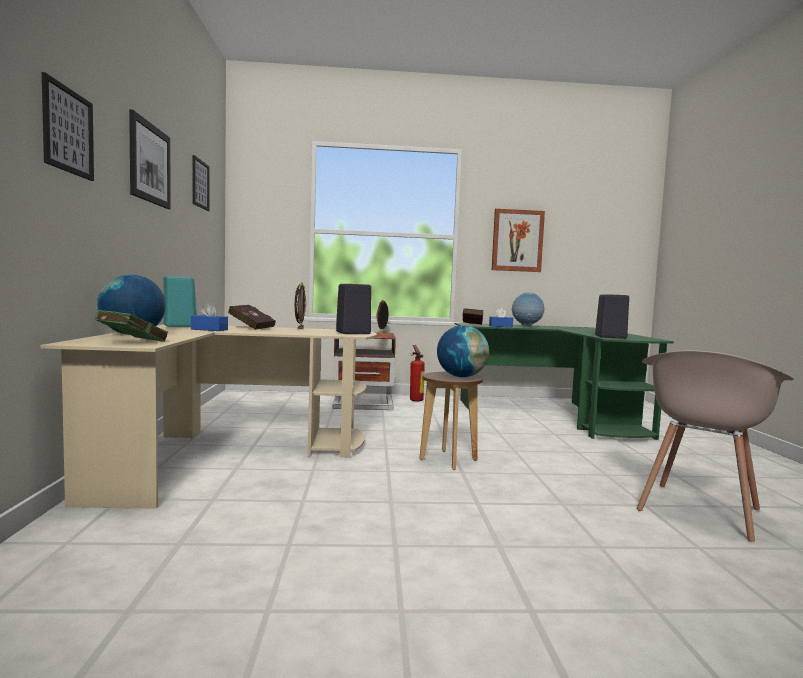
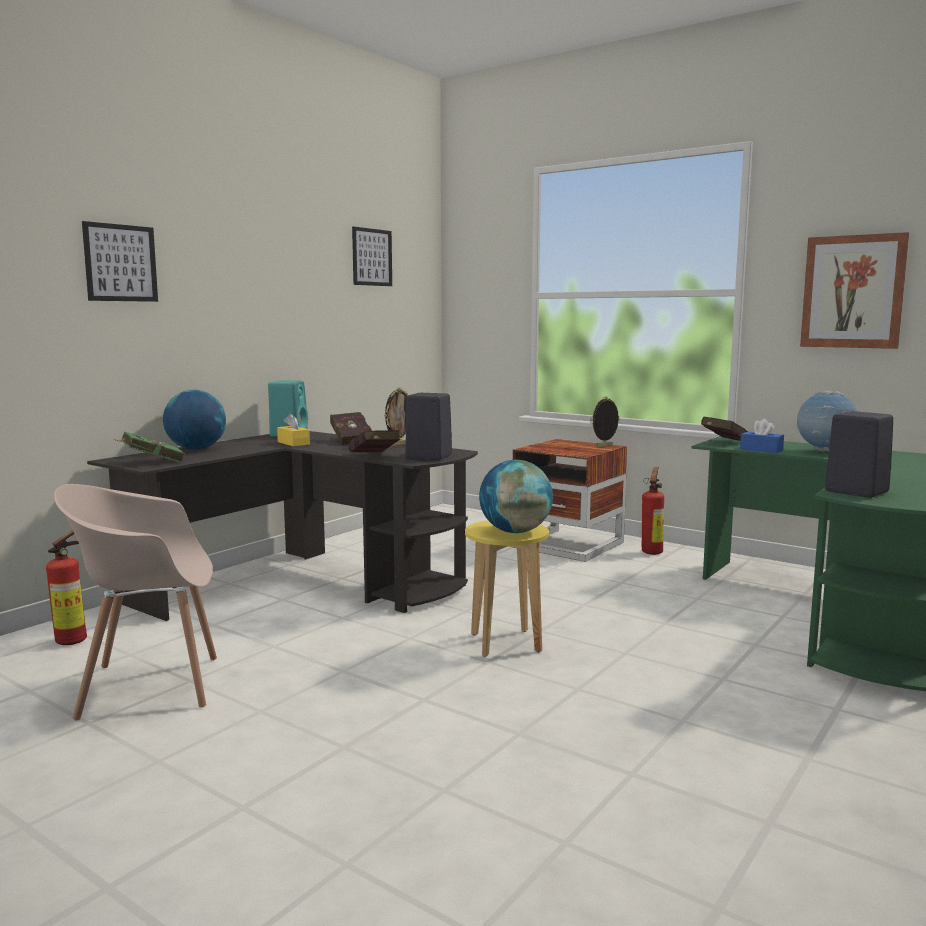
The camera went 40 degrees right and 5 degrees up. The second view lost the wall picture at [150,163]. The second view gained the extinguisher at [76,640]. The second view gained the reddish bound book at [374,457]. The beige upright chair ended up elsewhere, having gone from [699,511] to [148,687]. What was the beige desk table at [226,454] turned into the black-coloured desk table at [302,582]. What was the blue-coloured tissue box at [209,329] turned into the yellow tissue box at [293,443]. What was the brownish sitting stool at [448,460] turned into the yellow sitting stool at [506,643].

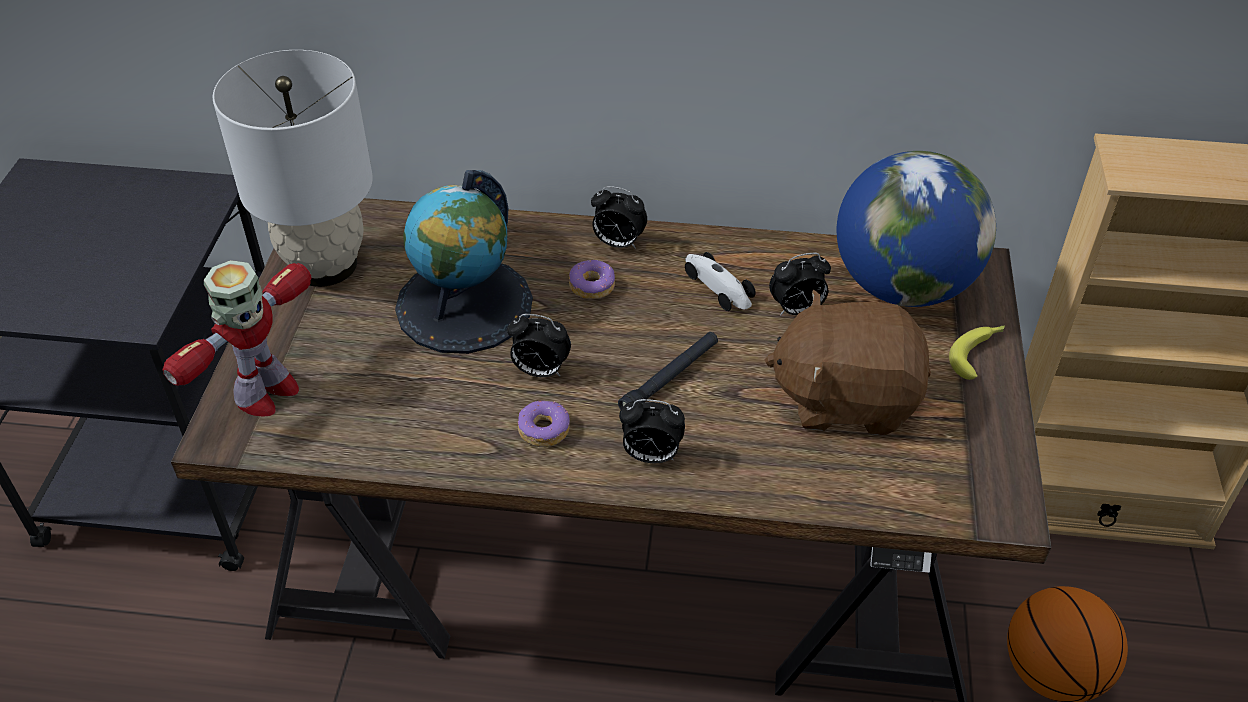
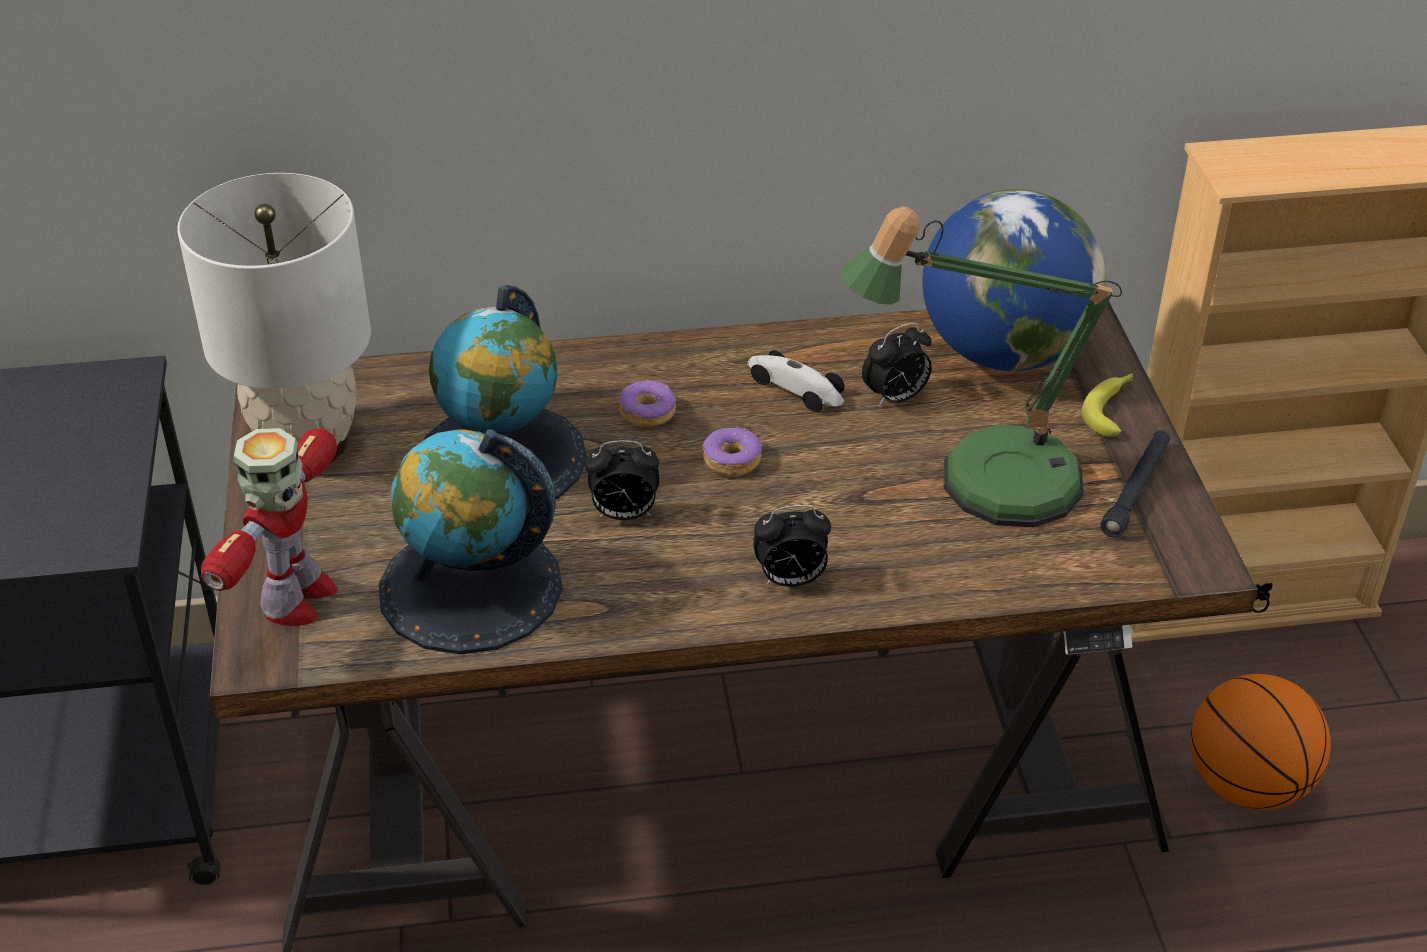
The camera went 15 degrees left and 5 degrees down. The second view lost the bedside clock at [617,243]. The second view gained the globe at [470,588]. The ring doughnut ended up elsewhere, having gone from [543,430] to [731,460]. The black-coloured torch ended up elsewhere, having gone from [670,378] to [1136,489]. Where the brownish plush toy stood at [845,397], the lamp for a table came to stand at [985,480].

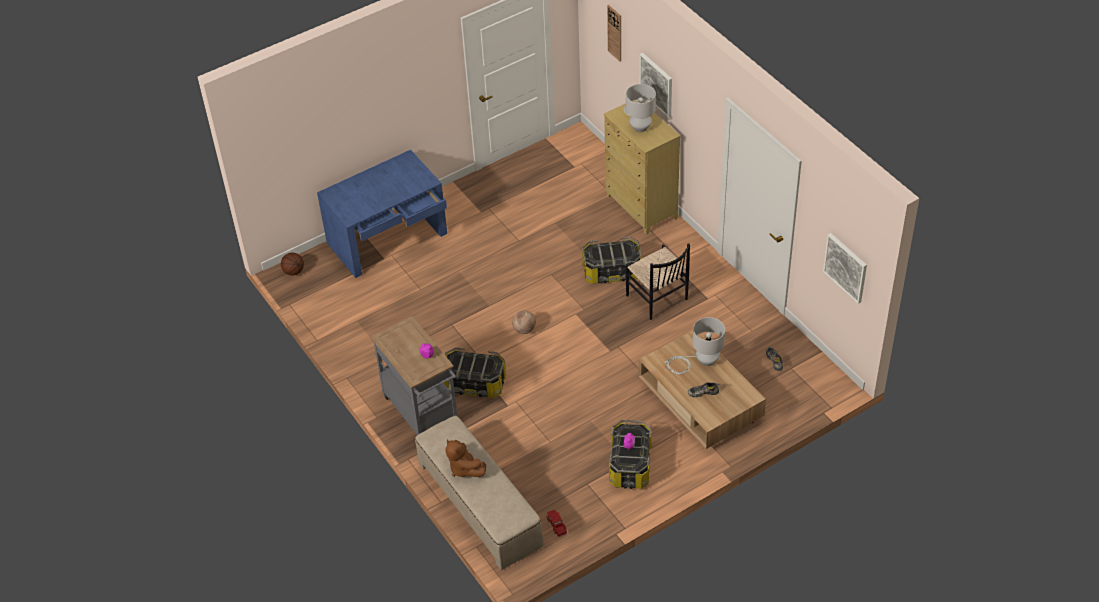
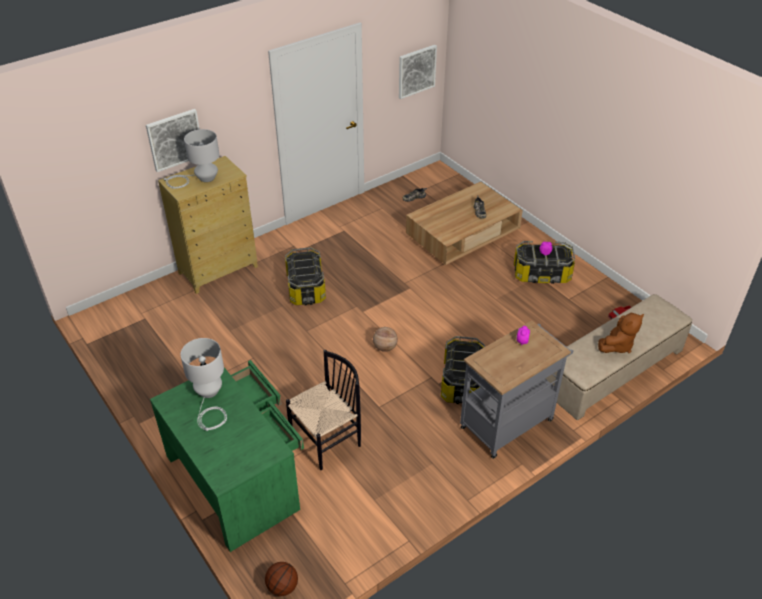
The camera went 95 degrees left and 5 degrees down. The second view lost the wall clock at [615,33]. The black-coloured upright chair ended up elsewhere, having gone from [658,299] to [328,439]. The gray lamp for a table ended up elsewhere, having gone from [696,362] to [210,401]. What was the blue-coloured desk table at [391,241] turned into the green desk table at [238,477].

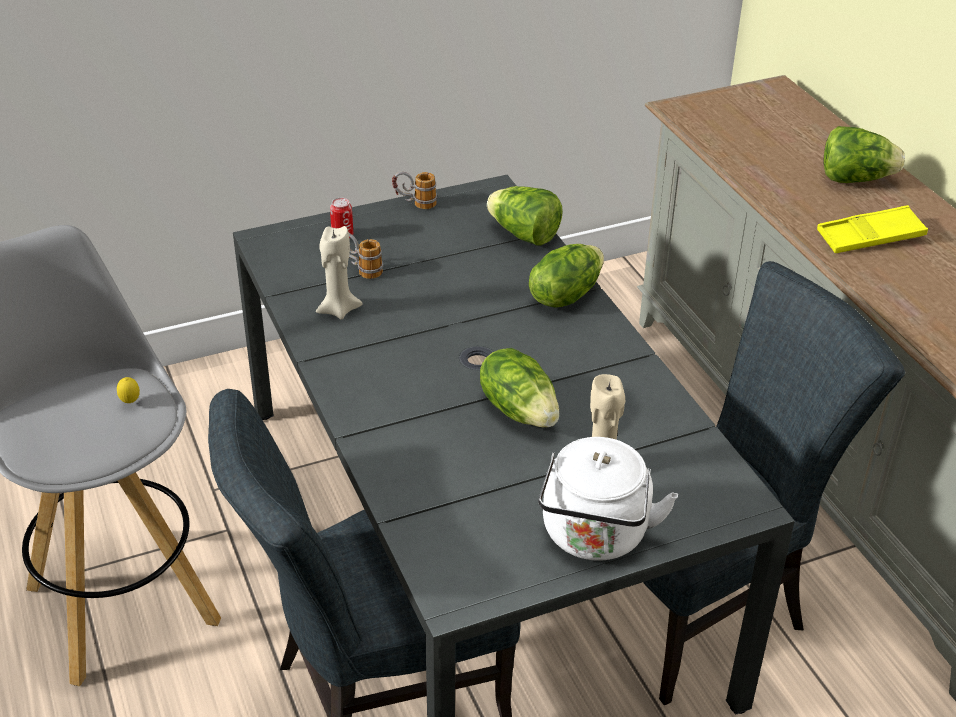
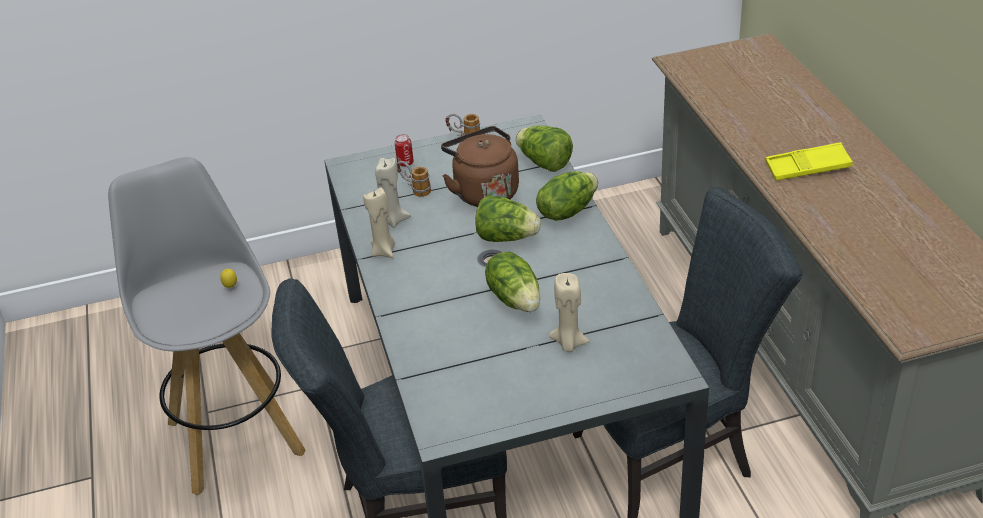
The camera went 10 degrees right and 0 degrees up. The second view lost the whitish kettle at [595,537]. The second view gained the beige wax candle at [384,251]. The second view gained the brownish kettle at [483,191]. The lettuce ended up elsewhere, having gone from [855,179] to [506,237].

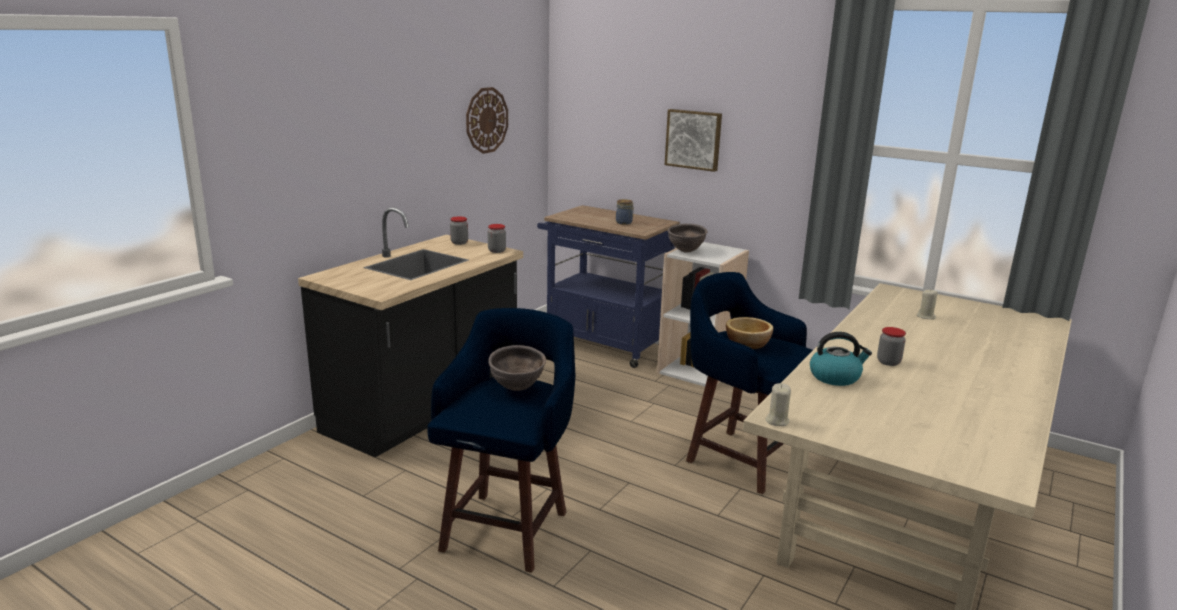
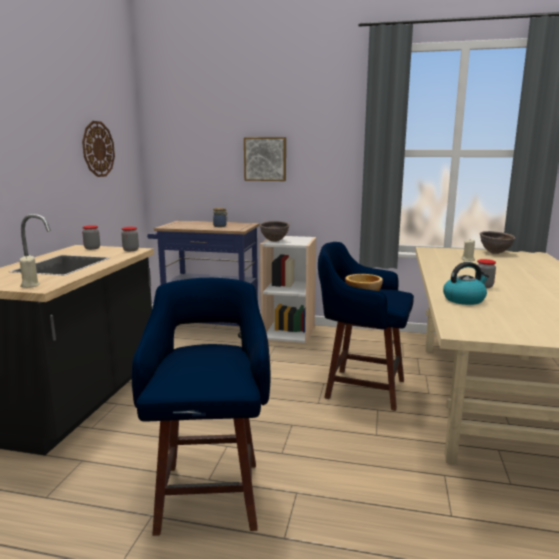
The camera went 20 degrees left and 5 degrees down. The brownish deep dish ended up elsewhere, having gone from [517,388] to [495,253]. The beige wax candle ended up elsewhere, having gone from [777,421] to [30,285].

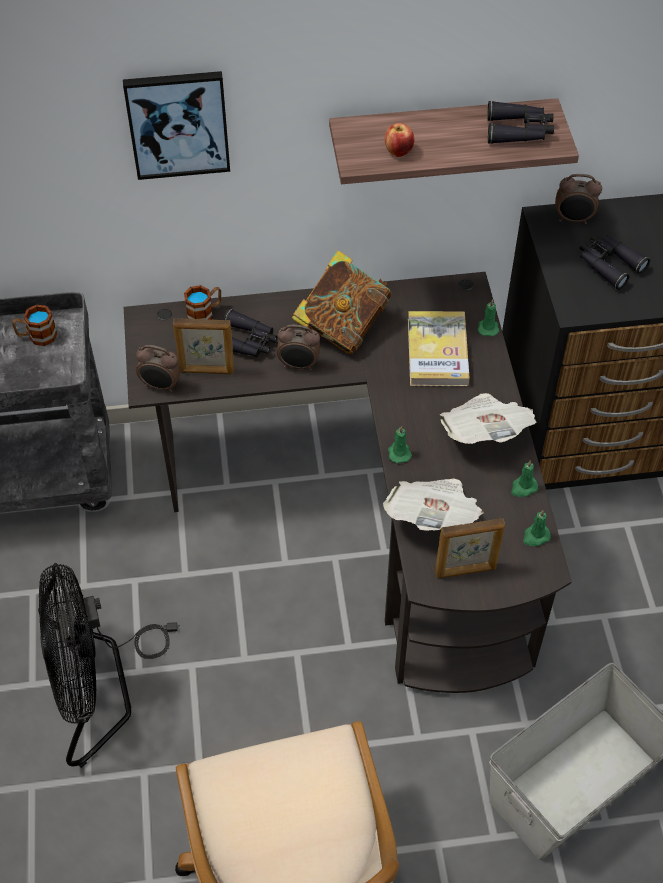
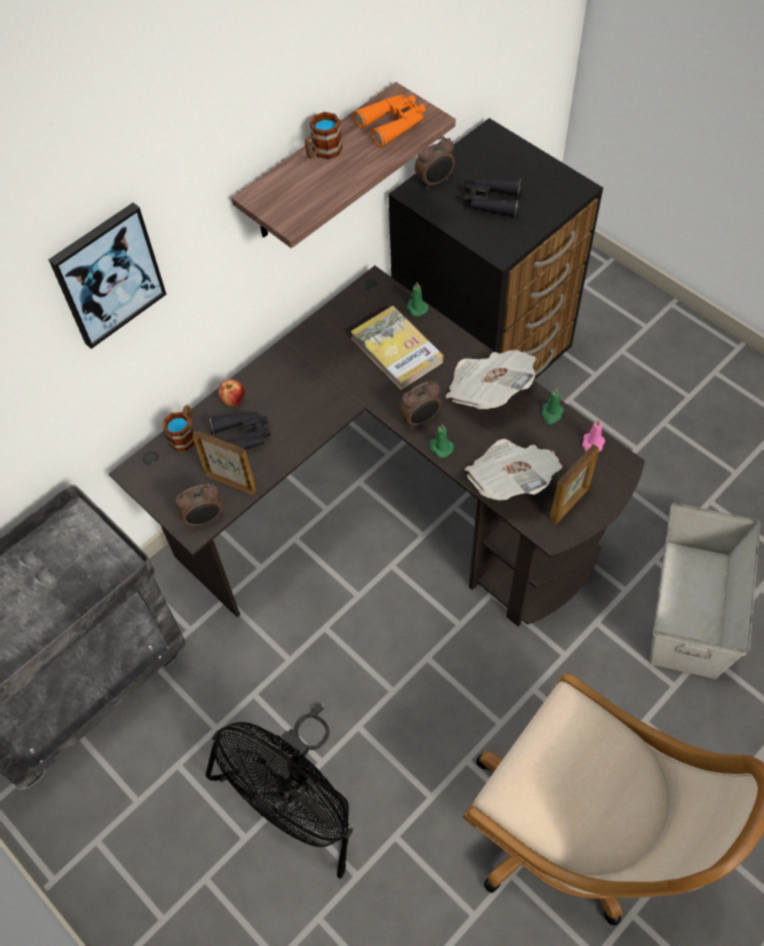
The camera went 35 degrees left and 5 degrees up. The second view lost the bound book at [342,325]. The tea mug ended up elsewhere, having gone from [37,336] to [322,152]. The bedside clock ended up elsewhere, having gone from [299,365] to [420,419]. The apple ended up elsewhere, having gone from [398,151] to [233,400]. What was the black-coloured field glasses at [519,131] turned into the orange field glasses at [393,124]. What was the green wax candle at [535,536] turned into the pink wax candle at [592,444]. The picture frame at [207,371] ended up facing another way, 120 degrees counterclockwise from before.

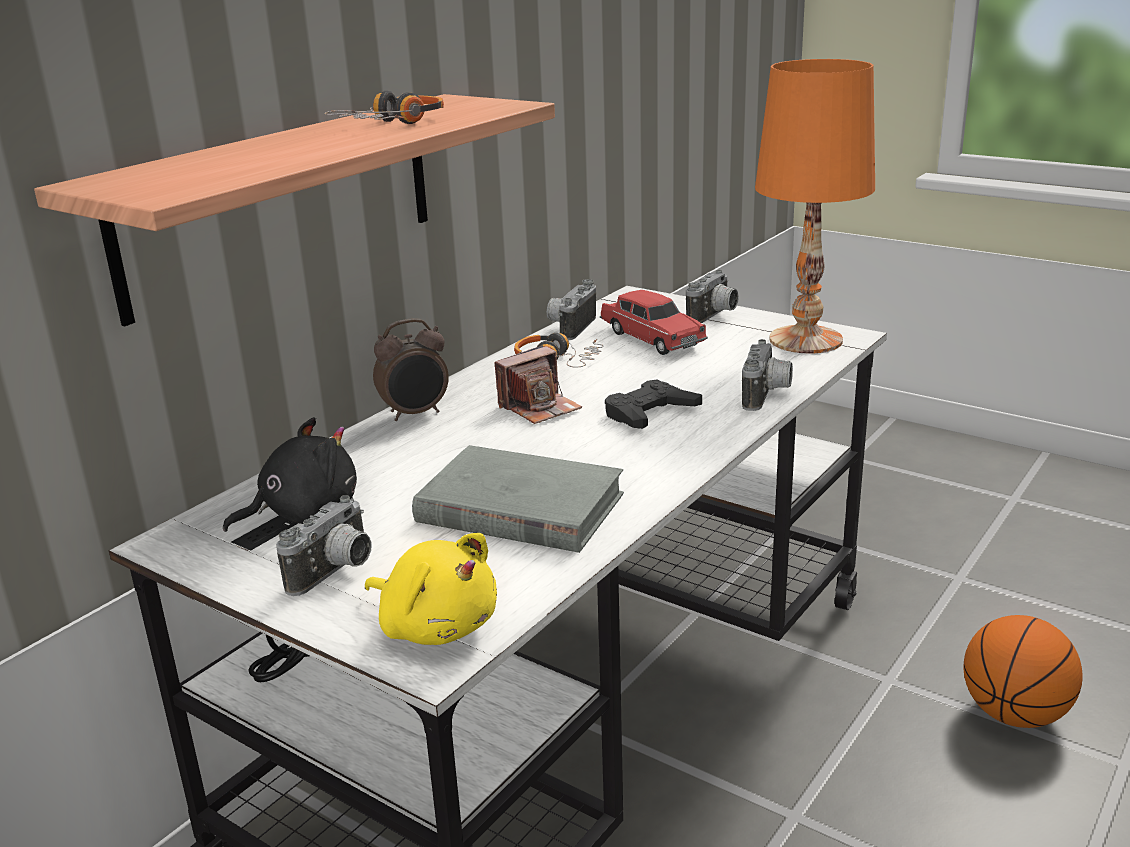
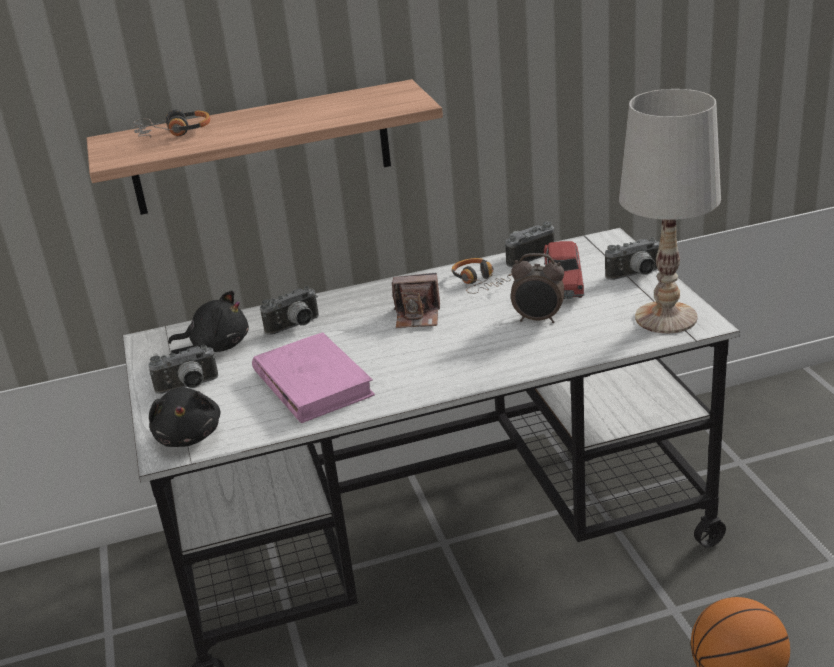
The camera went 40 degrees right and 5 degrees up. The second view lost the black-coloured gamepad at [649,413]. The pair of headphones ended up elsewhere, having gone from [393,123] to [173,133]. The bedside clock ended up elsewhere, having gone from [416,414] to [538,319]. The still camera ended up elsewhere, having gone from [767,396] to [295,327]. What was the yellow plush toy at [436,625] turned into the black-coloured plush toy at [189,436]. What was the gray bound book at [519,508] turned into the pink bound book at [312,383]. What was the orange lamp for a table at [806,340] turned into the whitish lamp for a table at [666,318].

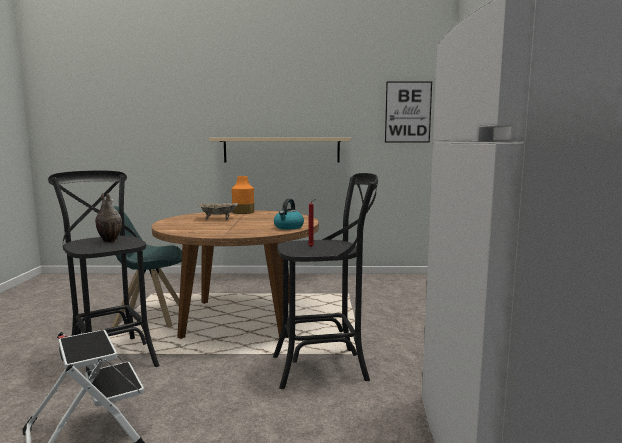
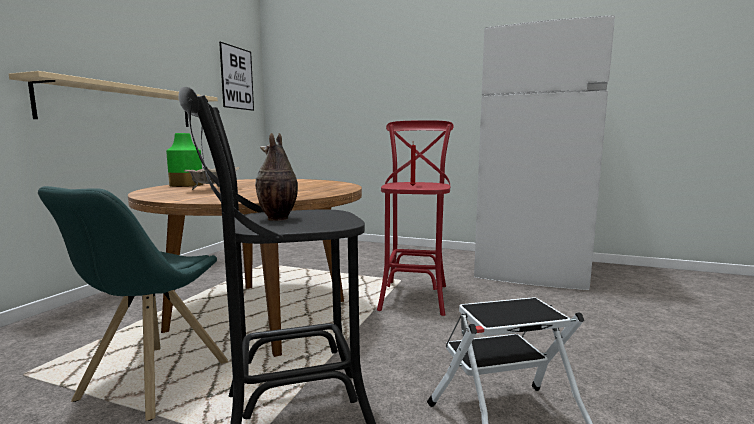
The camera went 70 degrees left and 0 degrees up. The second view lost the kettle at [288,227]. What was the orange flower vase at [243,212] turned into the green flower vase at [186,185]. What was the black-coloured sitting stool at [324,367] turned into the reddish sitting stool at [415,295].

